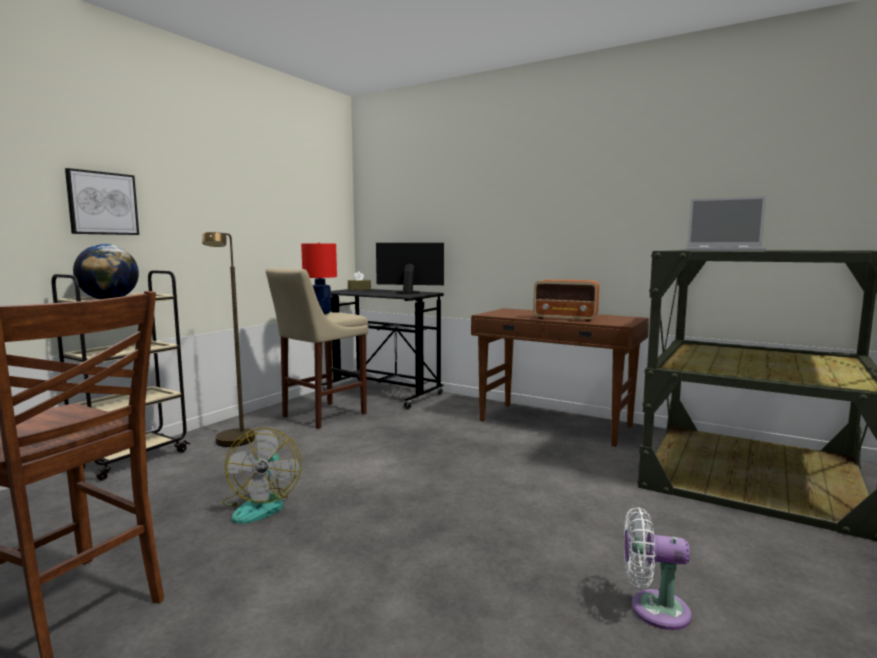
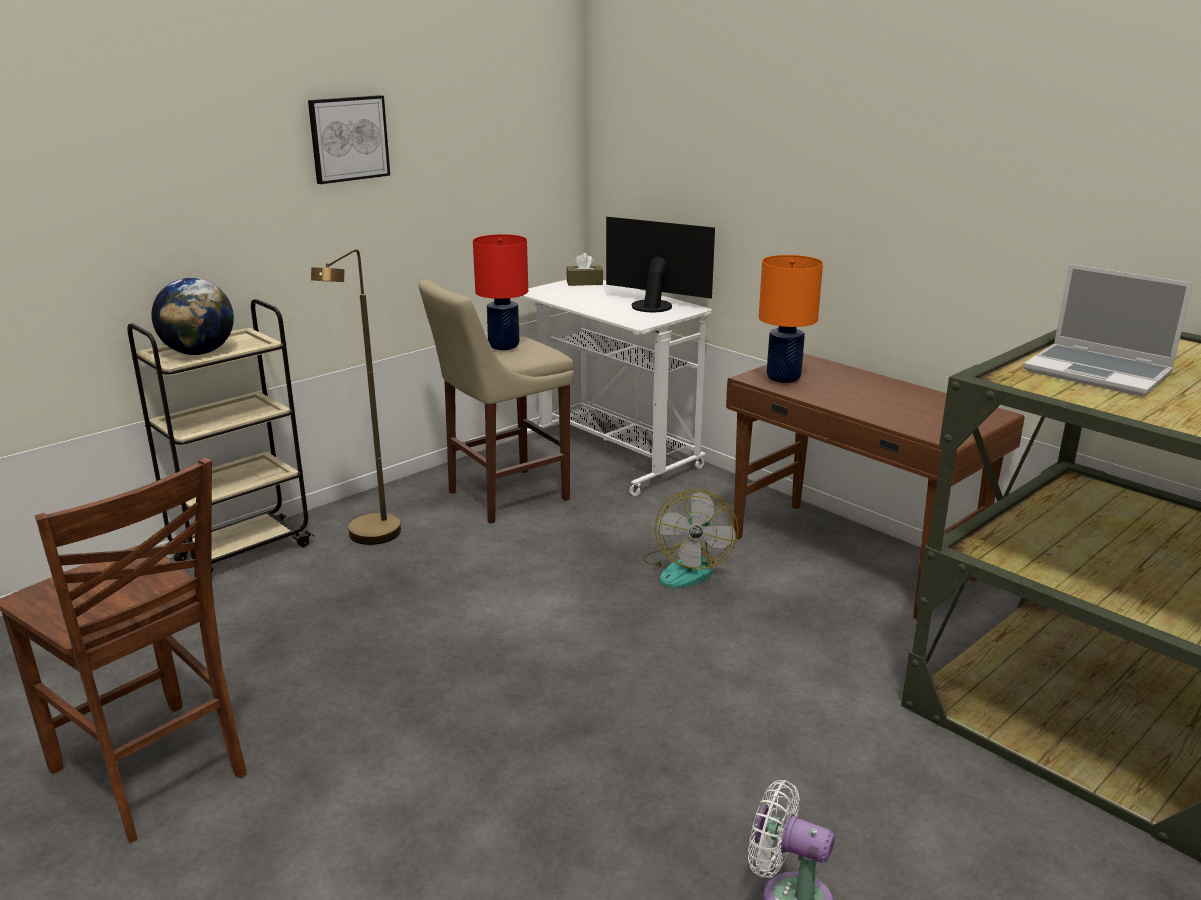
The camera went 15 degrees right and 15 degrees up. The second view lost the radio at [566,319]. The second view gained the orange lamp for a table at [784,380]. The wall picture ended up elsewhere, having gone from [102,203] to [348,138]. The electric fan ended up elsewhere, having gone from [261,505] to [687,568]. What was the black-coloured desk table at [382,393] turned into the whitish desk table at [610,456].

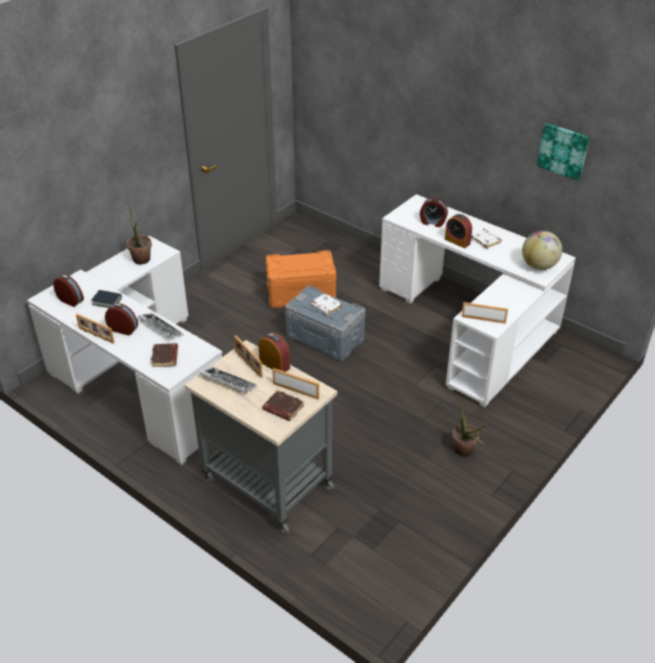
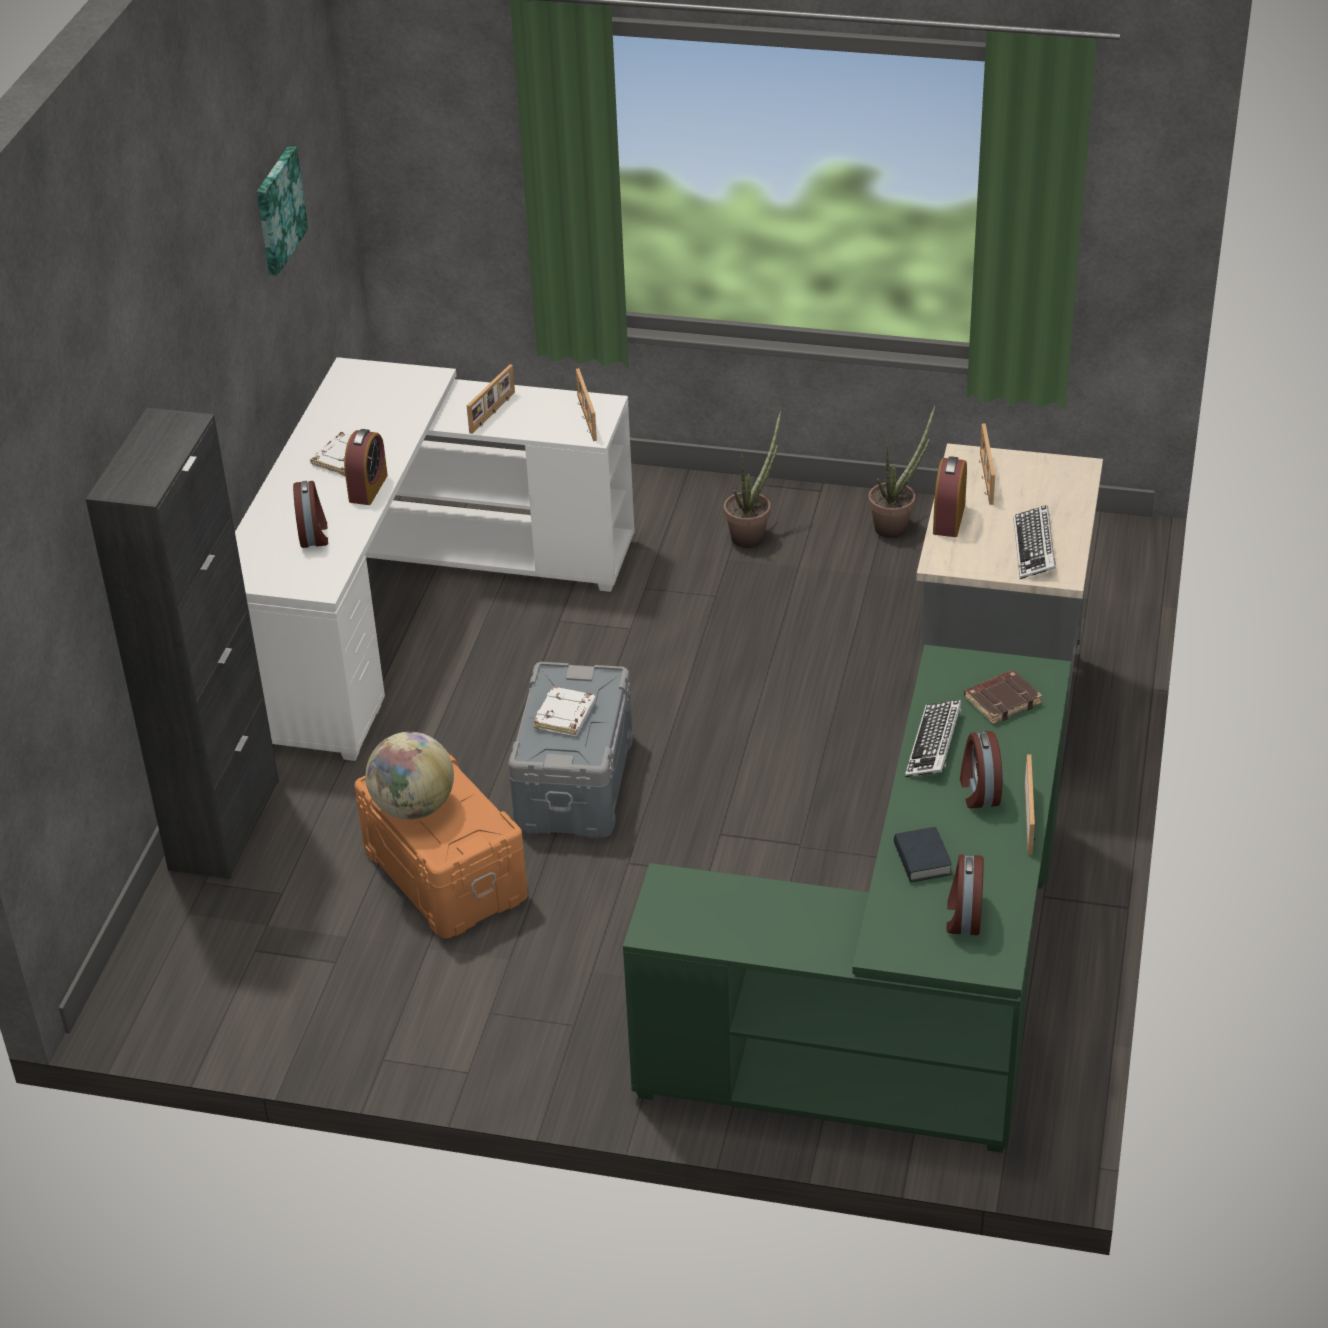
The camera went 115 degrees left and 0 degrees up. The second view lost the brownish bound book at [282,408]. The second view gained the black-coloured storage cabinet at [224,825]. The potted plant ended up elsewhere, having gone from [142,262] to [896,525]. The picture frame ended up elsewhere, having gone from [248,364] to [493,412]. The globe ended up elsewhere, having gone from [539,266] to [413,807]. What was the whitish desk table at [137,380] turned into the green desk table at [904,997].

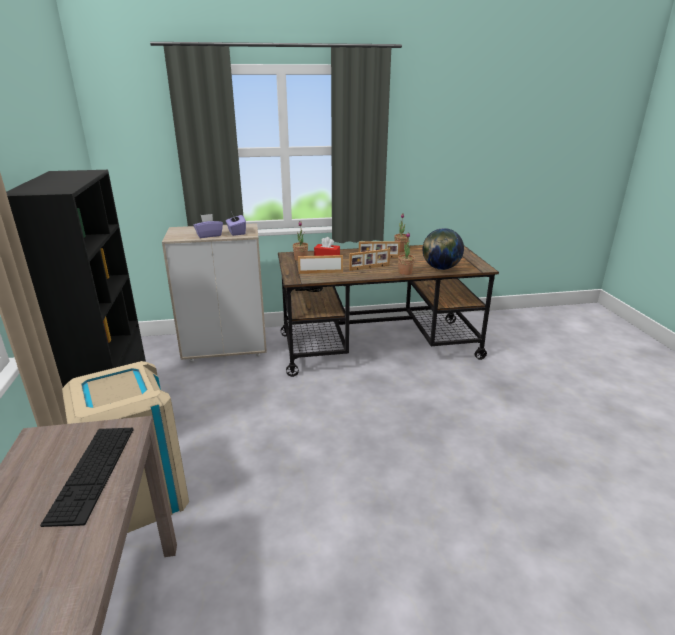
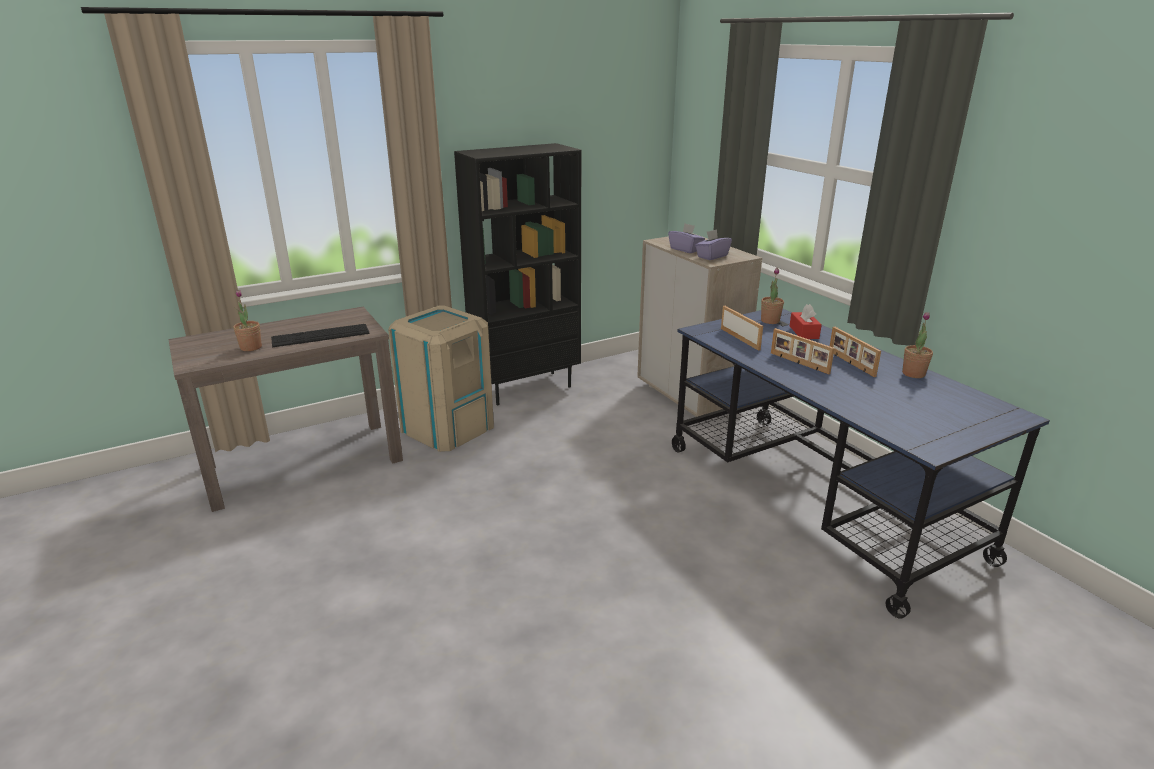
The camera went 70 degrees right and 0 degrees up. The second view lost the globe at [441,268]. The potted plant ended up elsewhere, having gone from [405,272] to [251,347]. What was the brownish desk table at [378,346] turned into the blue-coloured desk table at [816,500].

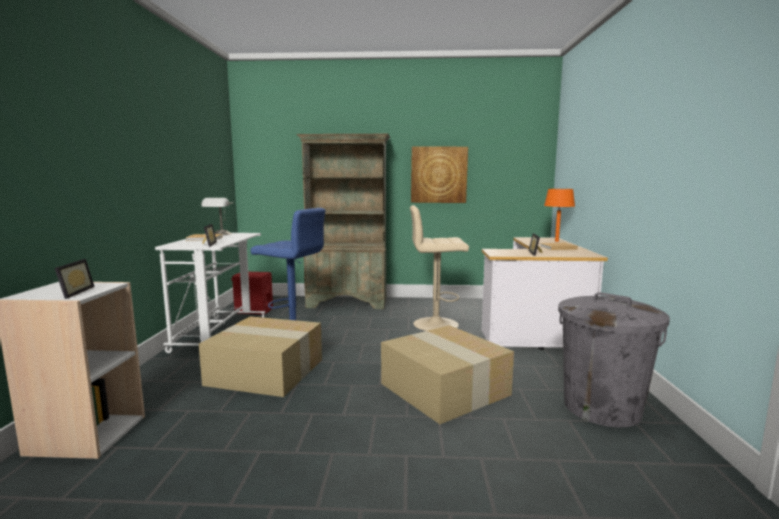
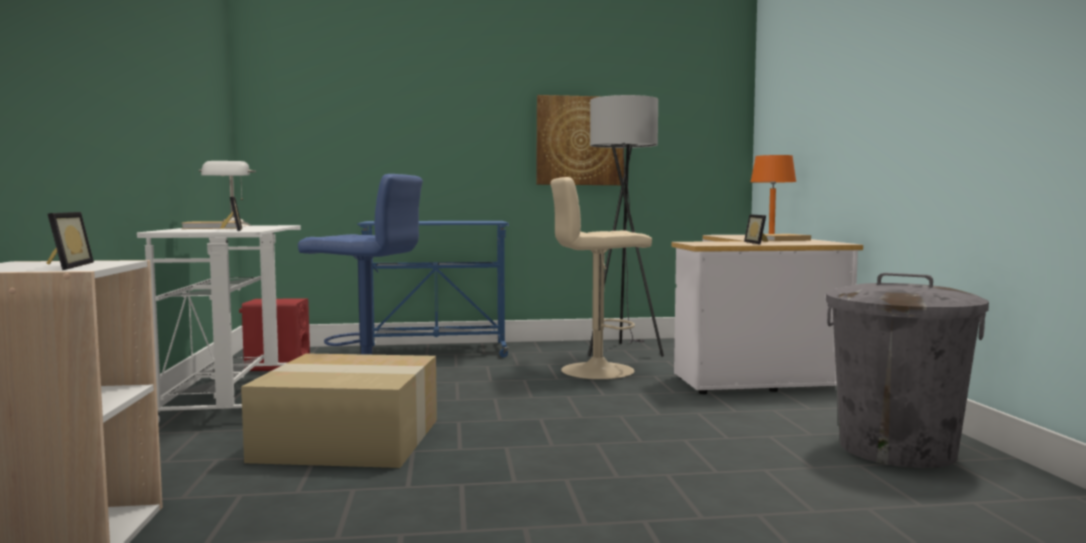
The camera went 10 degrees left and 5 degrees down. The second view lost the packing box at [446,389]. The second view gained the gray floor lamp at [622,351]. Where the green bookcase stood at [347,303], the blue-coloured desk table came to stand at [436,351].

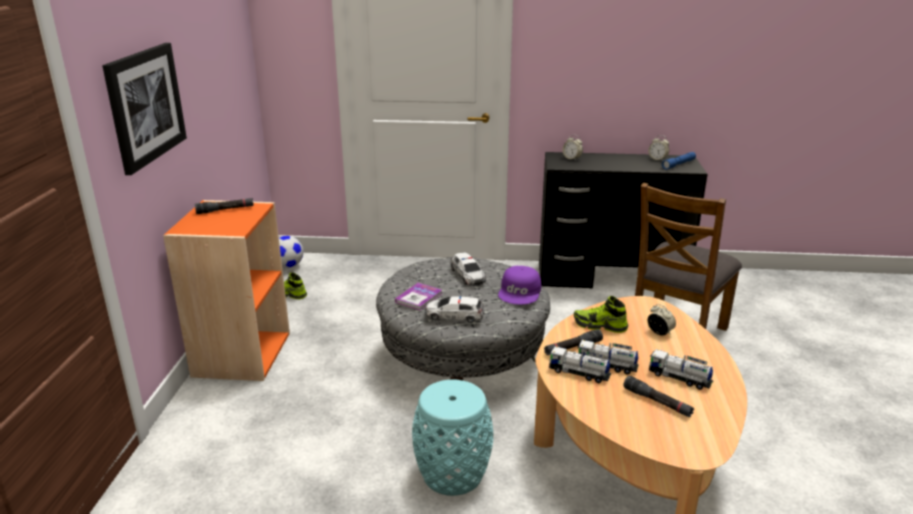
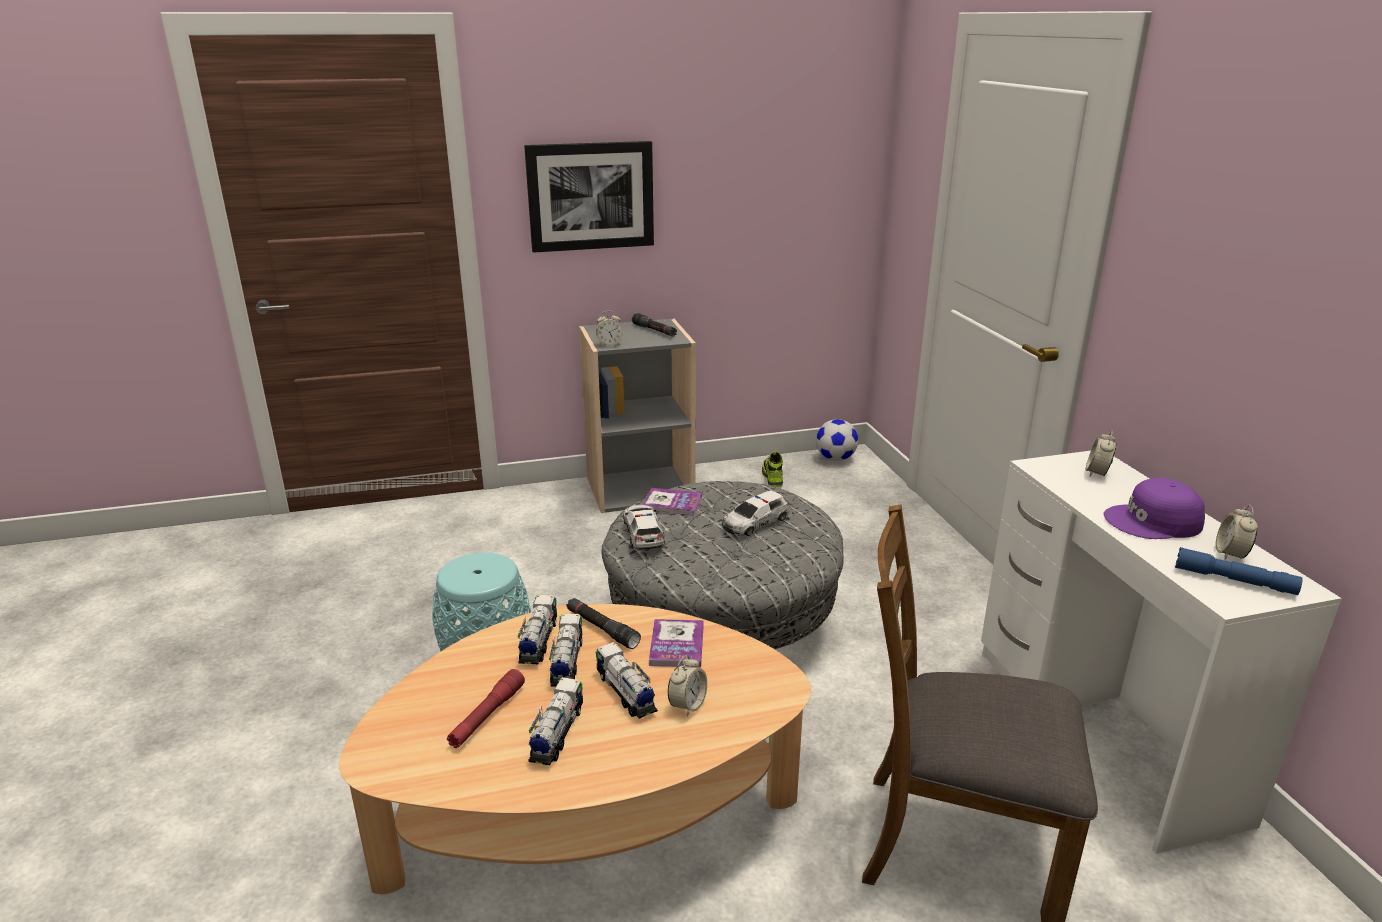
The camera went 70 degrees right and 0 degrees up. The second view gained the bedside clock at [609,344]. The second view gained the toy truck at [626,693]. The purple-coloured cap ended up elsewhere, having gone from [520,292] to [1154,522]. Where the shoe stood at [600,326], the bound book came to stand at [677,645]. What was the orange bookcase at [241,353] turned into the gray bookcase at [641,488]. What was the black-coloured desk table at [611,277] turned into the whitish desk table at [1103,731]. What was the black-coloured torch at [657,402] turned into the reddish torch at [487,716].

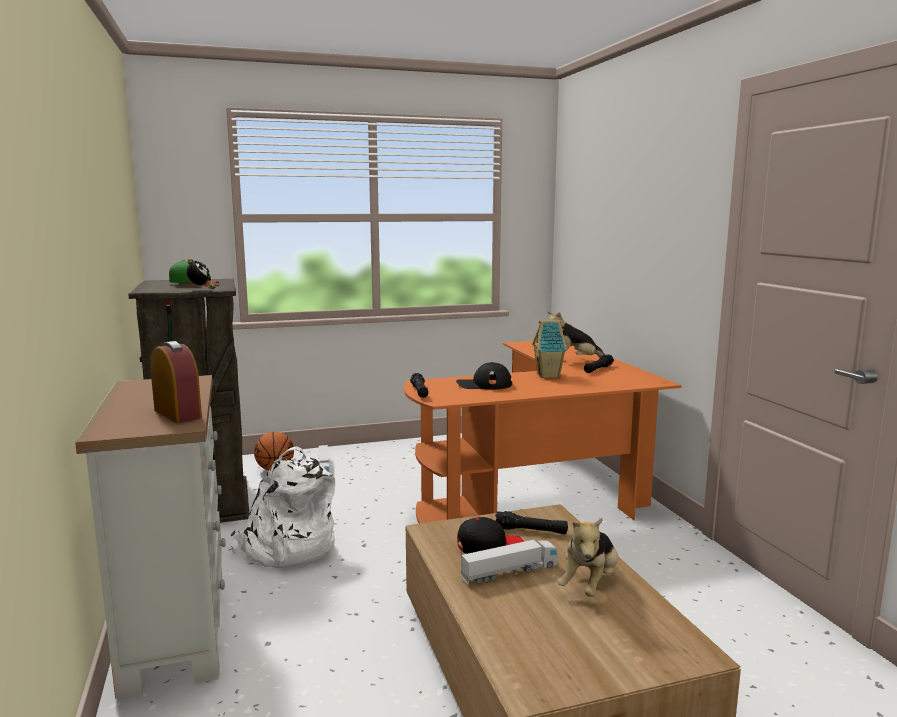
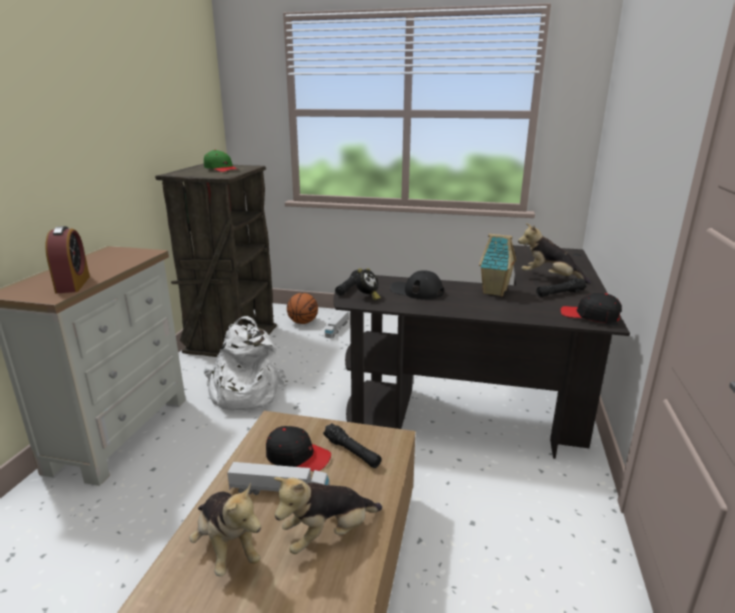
The camera went 30 degrees right and 10 degrees up. The second view gained the plush toy at [227,547]. The second view gained the black-coloured cap at [590,316]. The bedside clock ended up elsewhere, having gone from [201,289] to [367,297]. What was the orange desk table at [544,493] turned into the black-coloured desk table at [492,401].

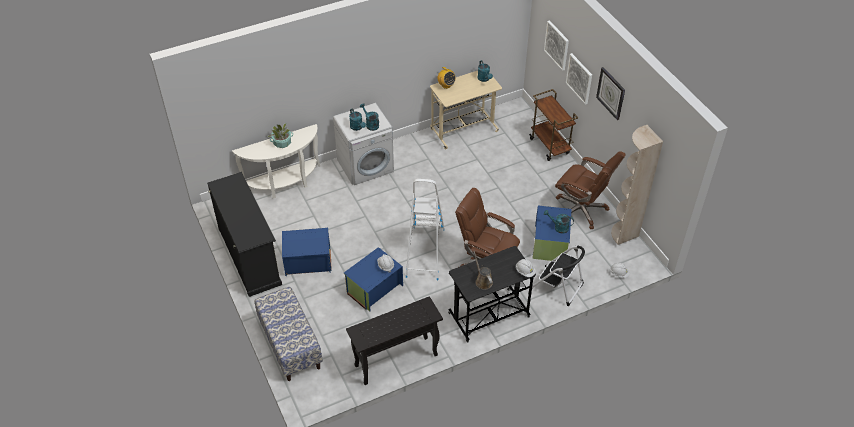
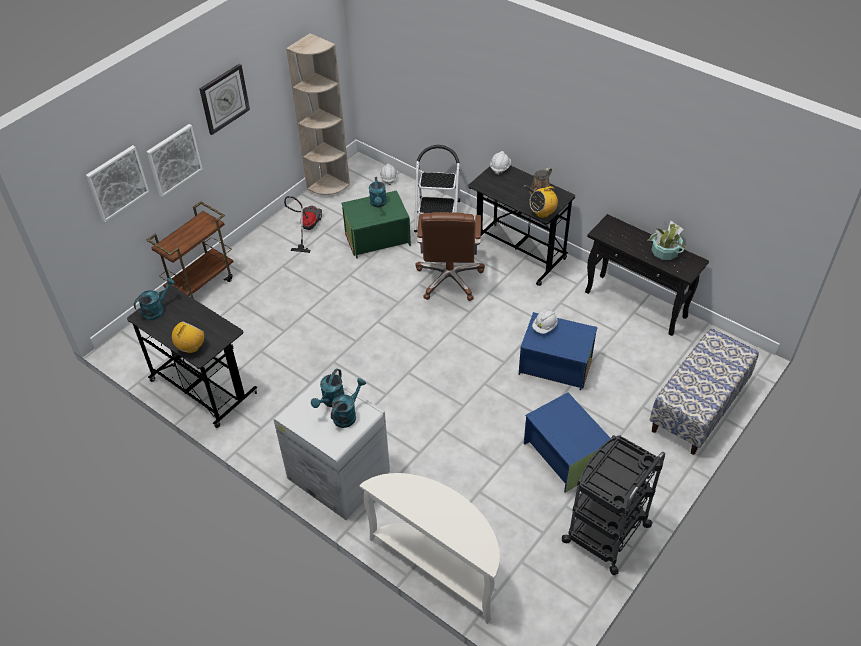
The camera went 115 degrees left and 0 degrees up. The second view lost the whitish step ladder at [425,252]. The second view gained the radio at [542,213]. The potted plant ended up elsewhere, having gone from [282,142] to [664,252]. Where the black-coloured storage cabinet stood at [249,256], the black-coloured cart came to stand at [605,533]. Where the brownish office chair stood at [581,210], the vacuum came to stand at [306,229]. What was the beige desk table at [464,130] turned into the black-coloured desk table at [203,387]. What was the blue-coloured storage container at [550,243] turned into the green storage container at [377,238].

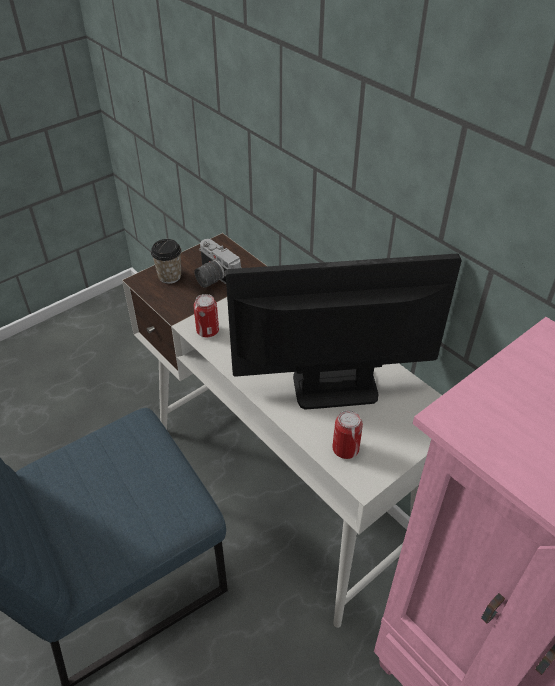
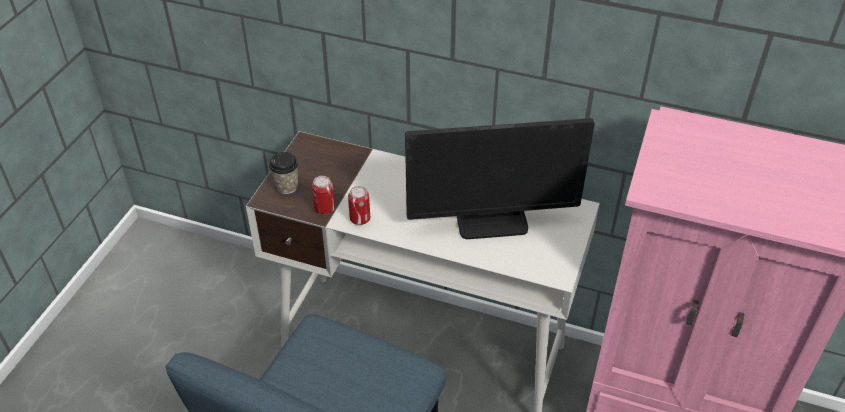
The camera went 30 degrees left and 0 degrees up. The second view lost the still camera at [213,278]. The can ended up elsewhere, having gone from [345,449] to [324,208]. The computer screen at [335,387] ended up facing another way, 150 degrees counterclockwise from before.

